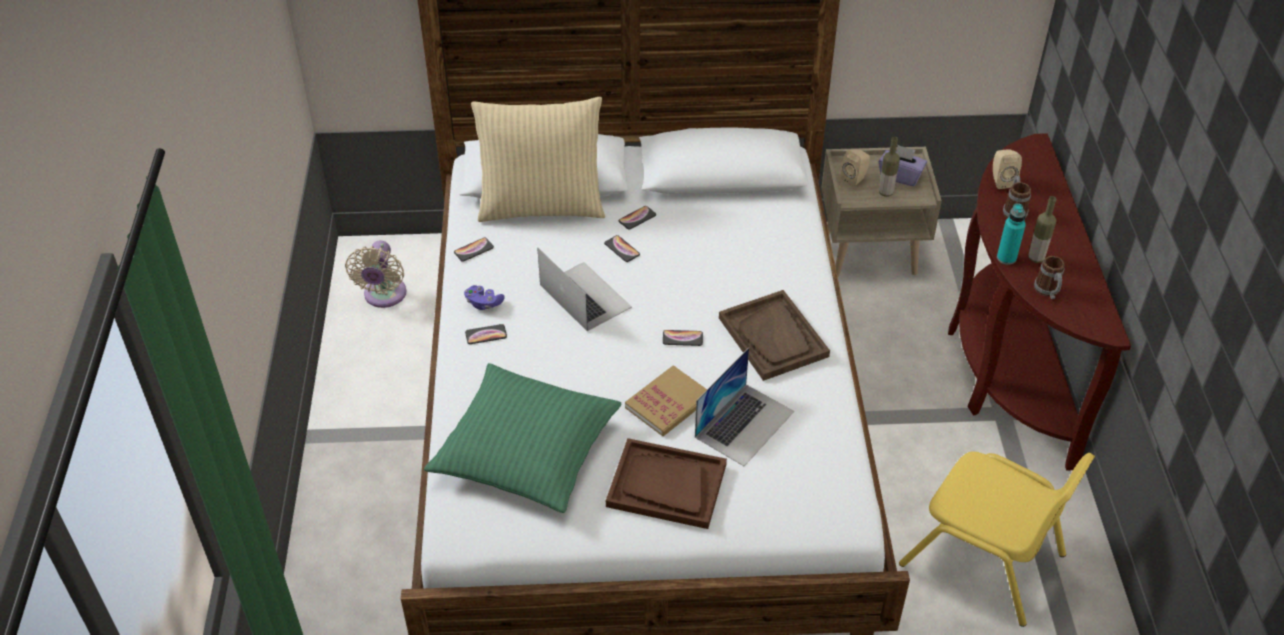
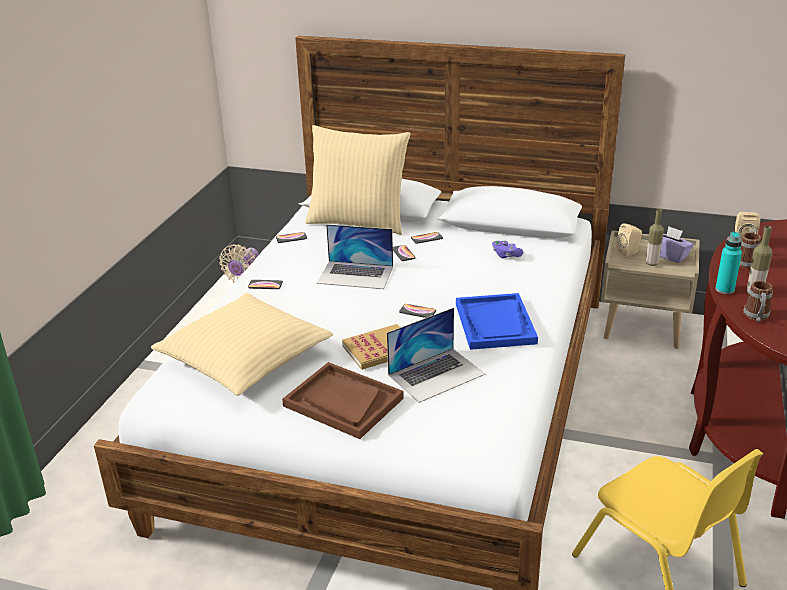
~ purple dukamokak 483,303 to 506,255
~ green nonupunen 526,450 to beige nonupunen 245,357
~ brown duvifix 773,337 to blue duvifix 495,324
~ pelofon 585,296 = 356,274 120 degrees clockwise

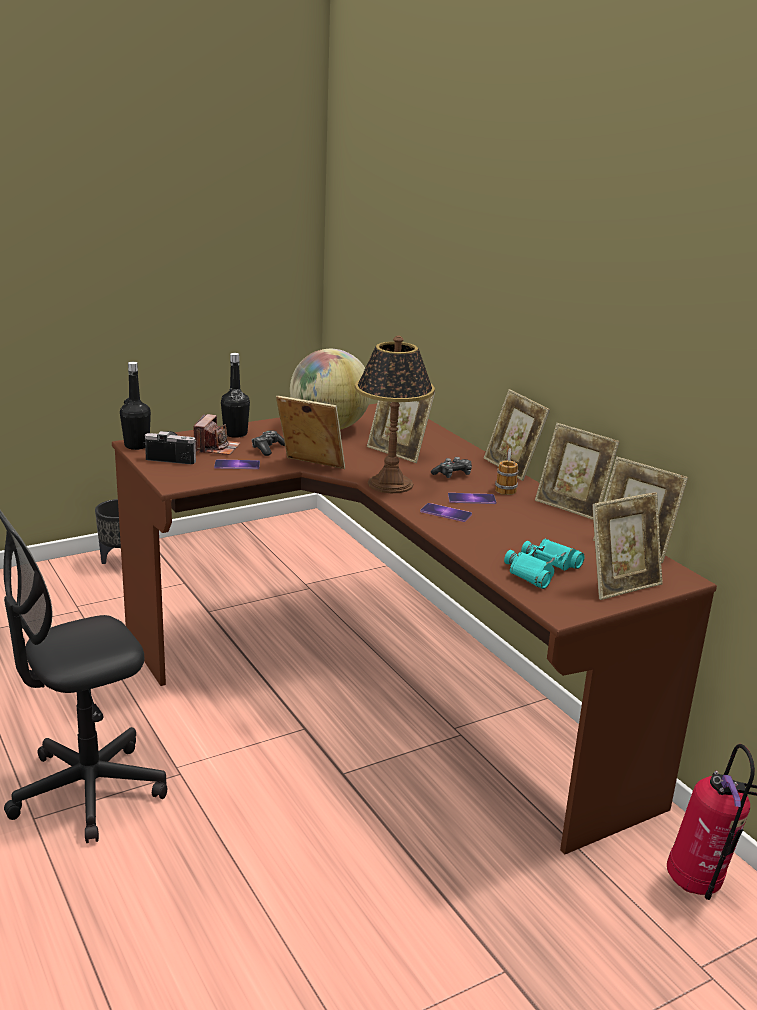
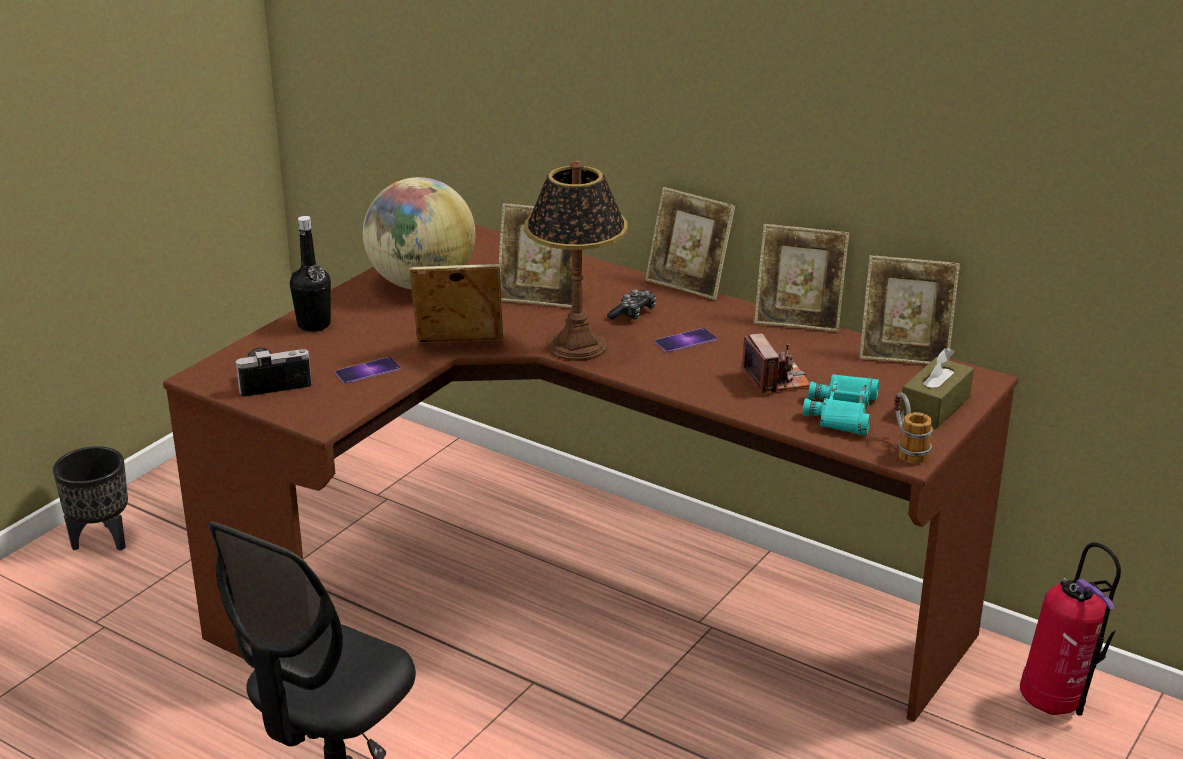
- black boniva 137,445
- dukamokak 268,448
- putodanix 446,513
~ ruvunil 216,448 to 776,380
~ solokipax 506,487 to 906,448
~ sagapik 622,585 to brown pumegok 935,406

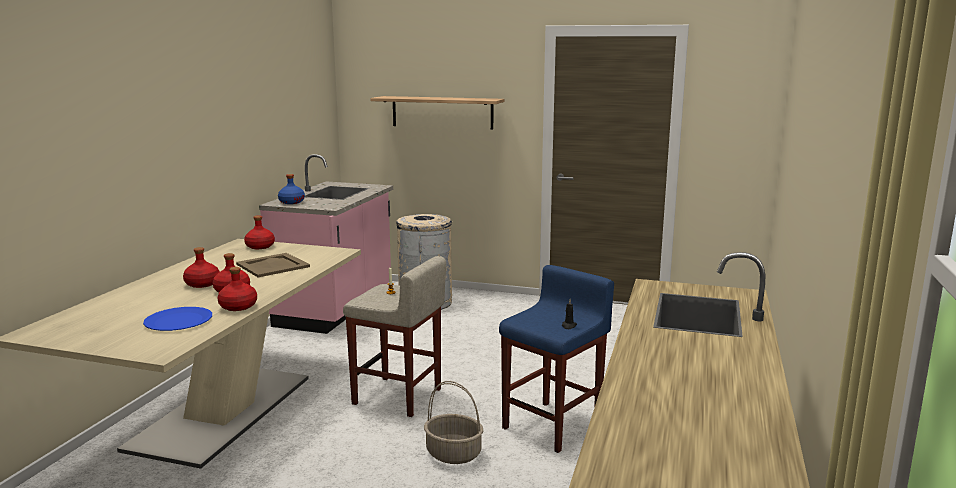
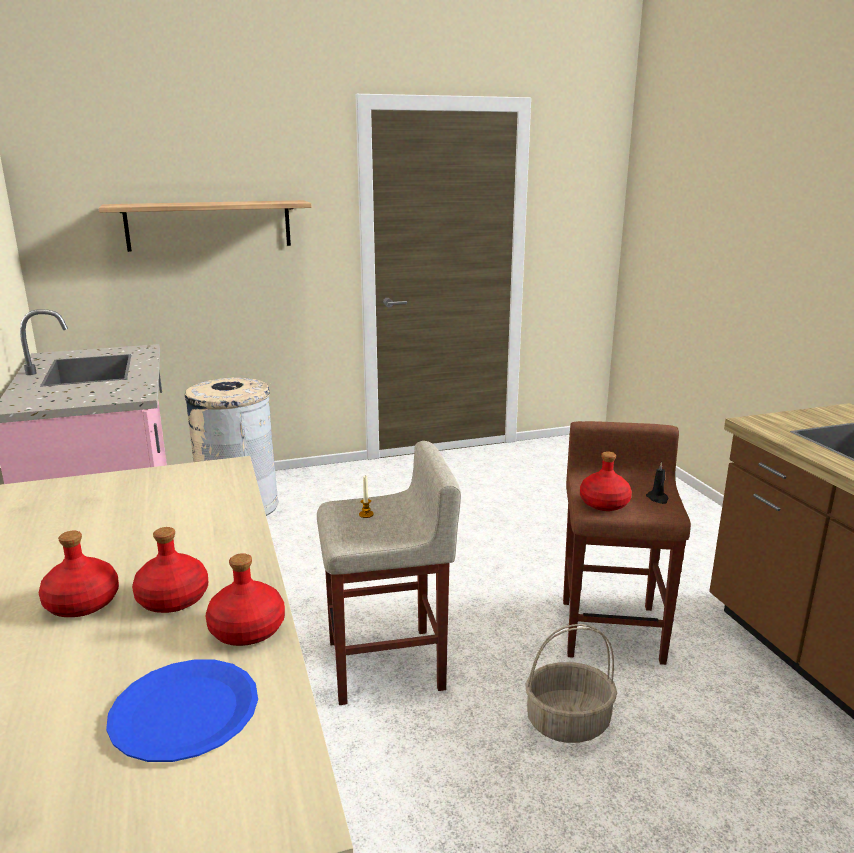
- beige duvifix 272,265
- blue boniva 291,202
~ red boniva 259,246 to 604,504
~ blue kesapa 552,425 to brown kesapa 611,629

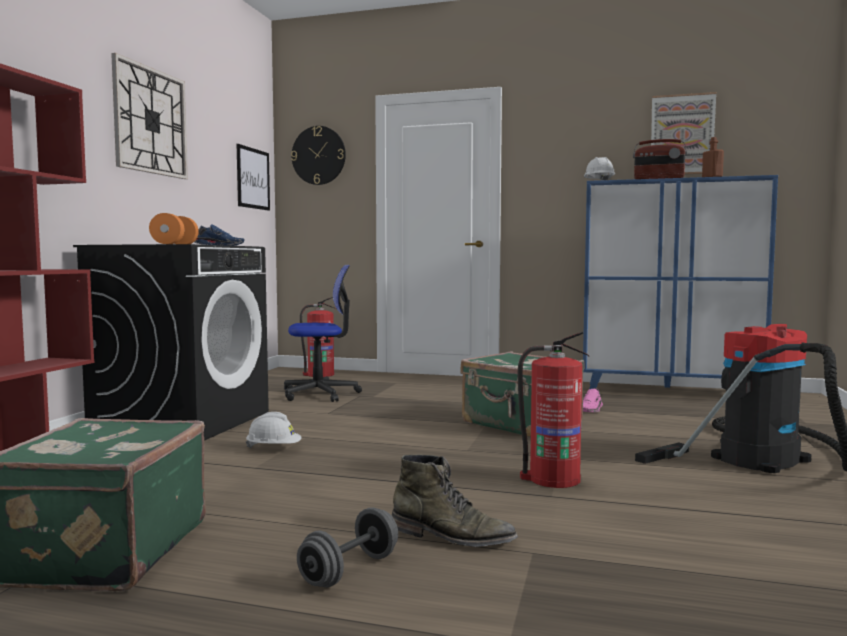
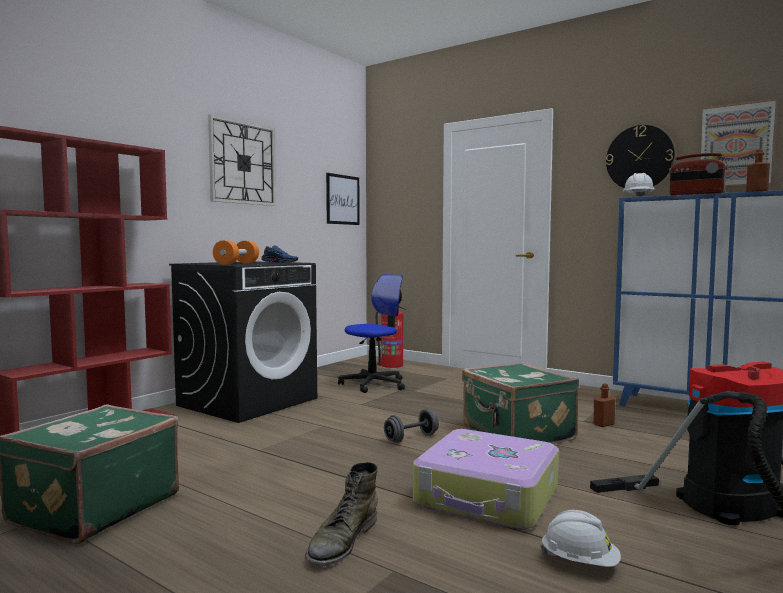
~ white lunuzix 274,449 to 580,563
~ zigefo 318,155 to 639,158
~ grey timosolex 349,570 to 411,438
~ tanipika 552,479 to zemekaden 488,496
~ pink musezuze 592,409 to brown boniva 603,424
~ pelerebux 320,394 = 373,384 45 degrees counterclockwise
~ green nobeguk 452,536 = 342,541 75 degrees clockwise

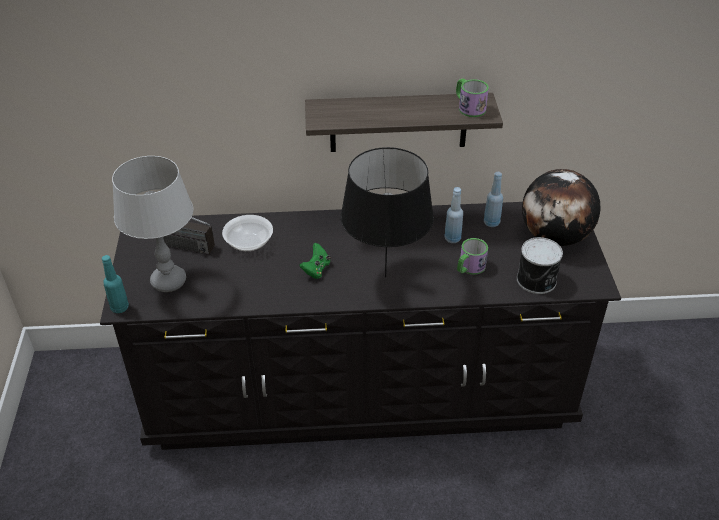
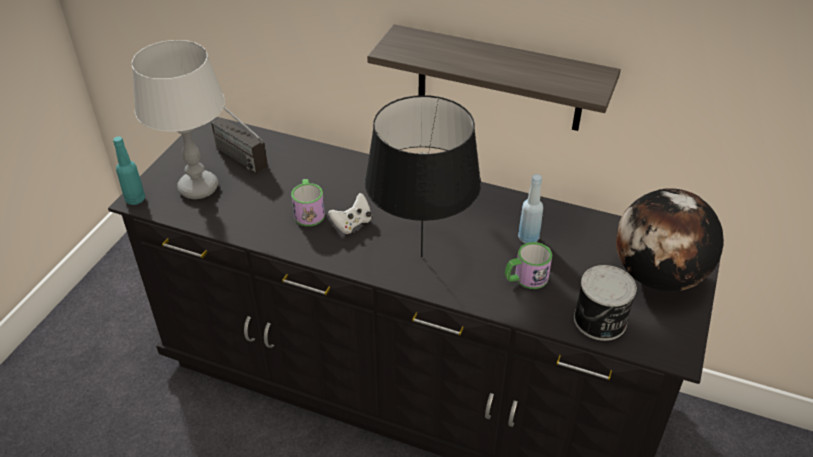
- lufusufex 248,242
- blue boniva 491,222
~ solokipax 469,107 to 309,212
~ green dukamokak 316,269 to white dukamokak 352,224

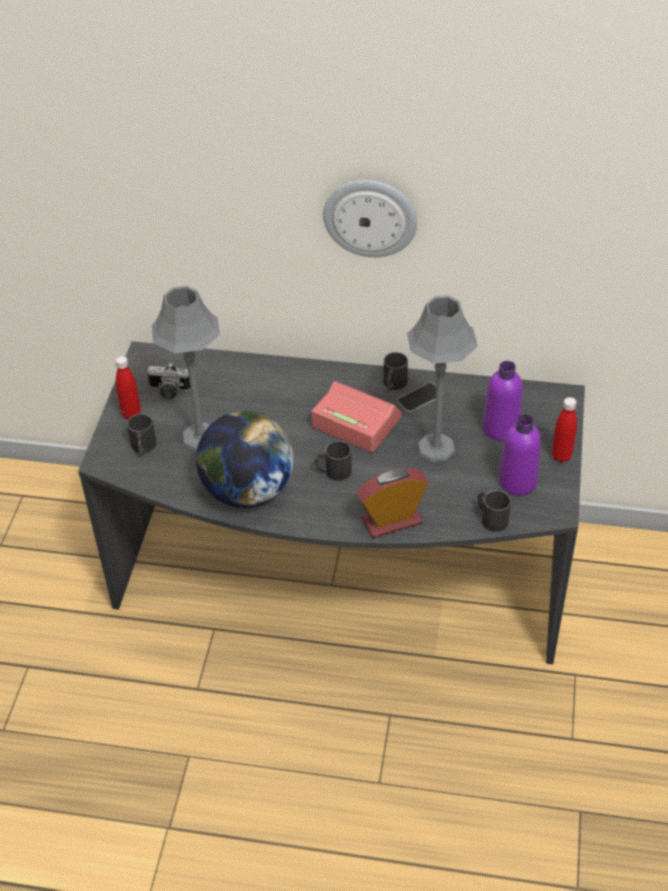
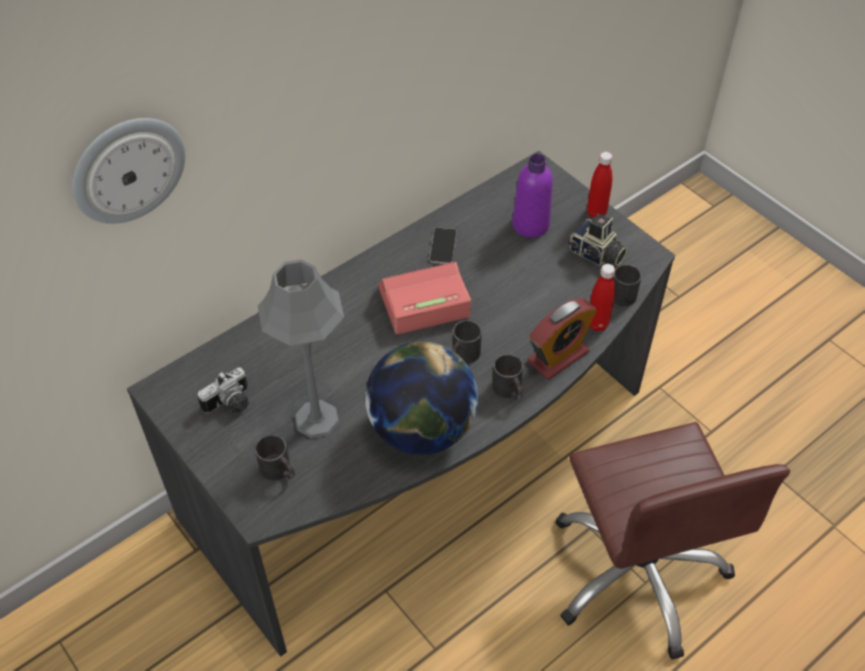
- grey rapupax 436,447
+ brown pelerebux 638,572
~ red boniva 131,414 to 597,324
~ zigefo 370,217 to 128,169
~ black solokipax 393,385 to 509,391
~ purple boniva 517,482 to ruvunil 596,255
~ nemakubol 392,521 = 558,356 150 degrees counterclockwise

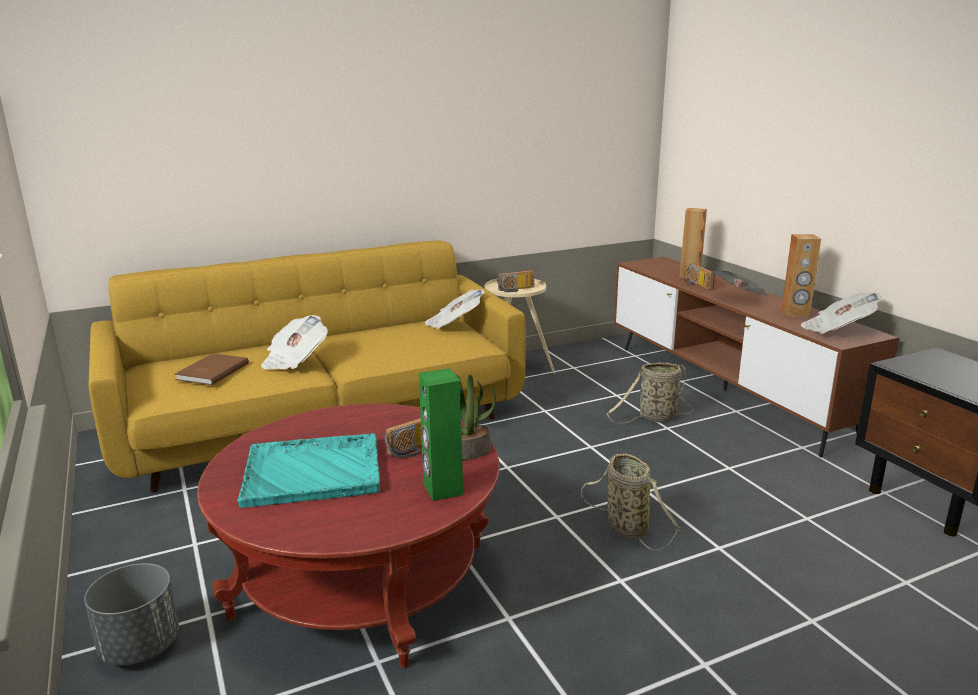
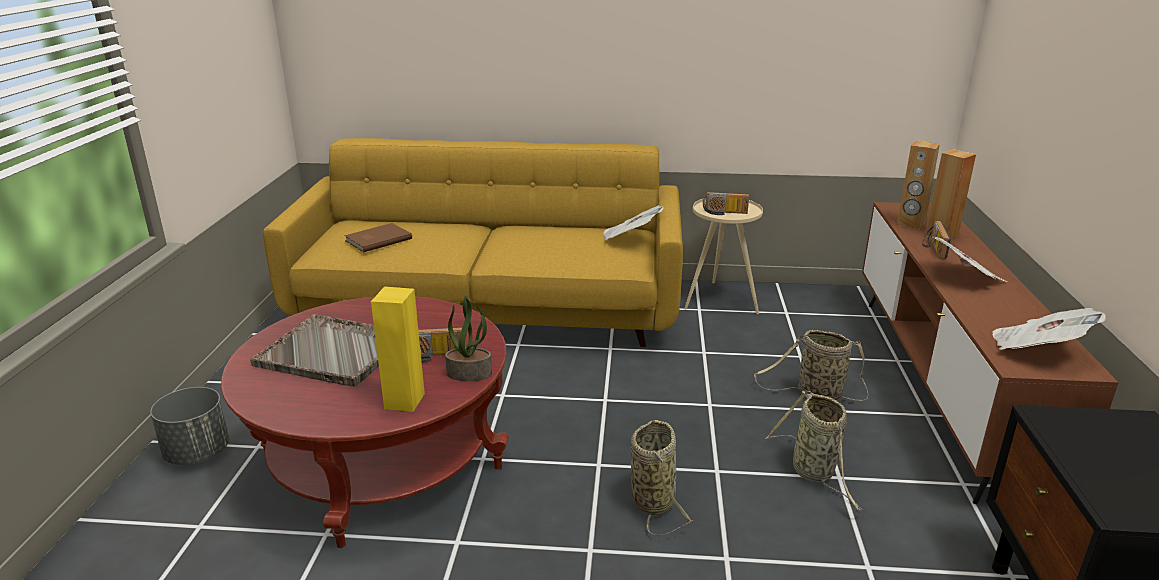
- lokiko 294,360
+ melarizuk 815,473
~ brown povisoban 795,313 to 910,224
~ turquoise duvifix 314,472 to grey duvifix 334,352
~ green povisoban 442,489 to yellow povisoban 404,401

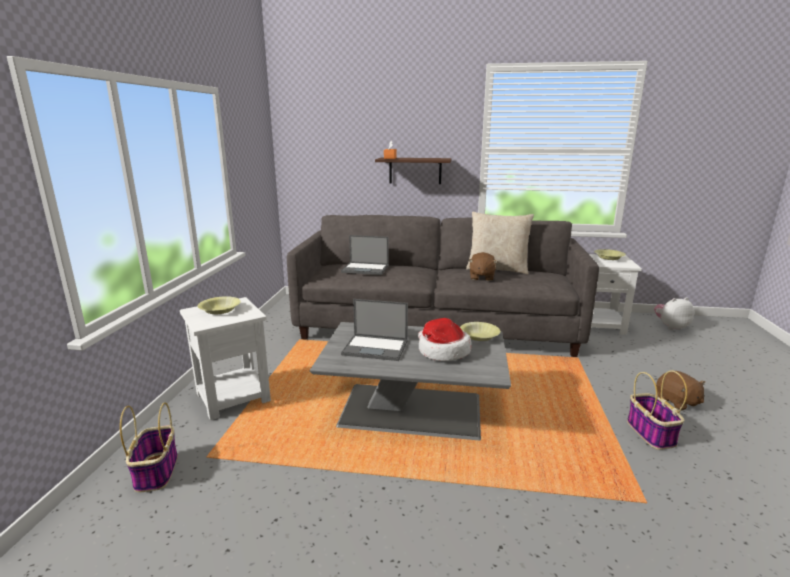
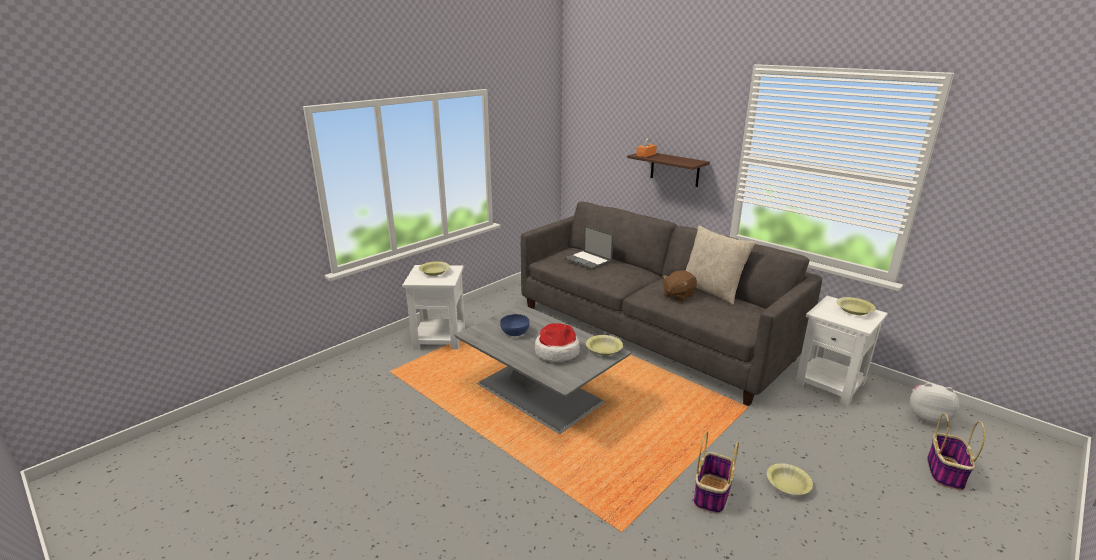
~ melarizuk 156,471 to 944,471
~ pelofon 376,347 to blue lufusufex 515,332
~ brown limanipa 677,402 to yellow lufusufex 788,484

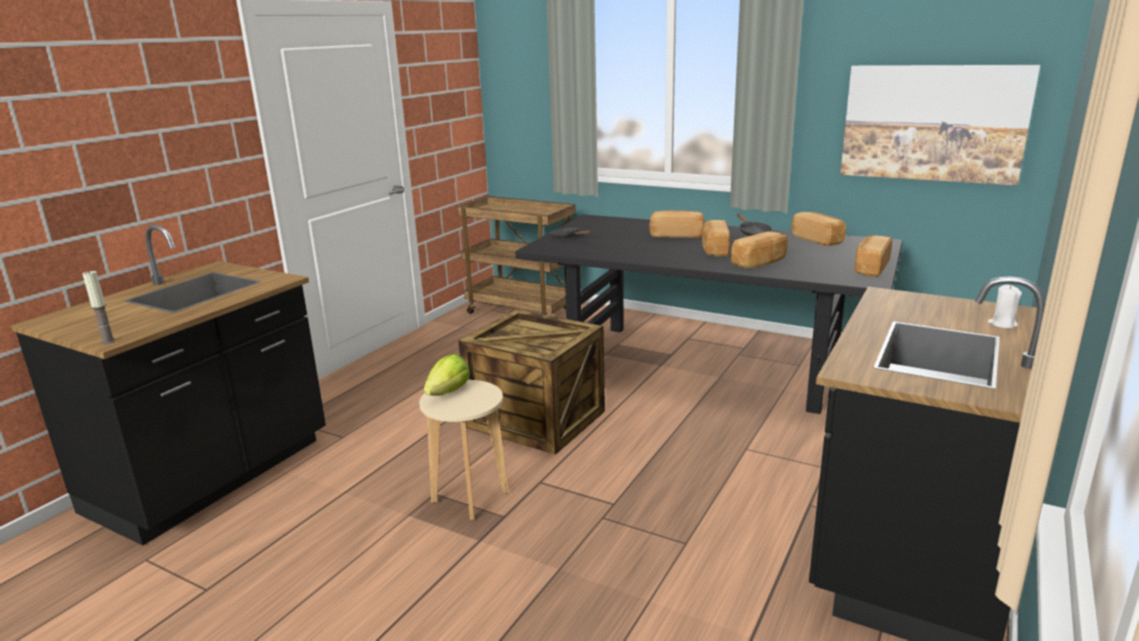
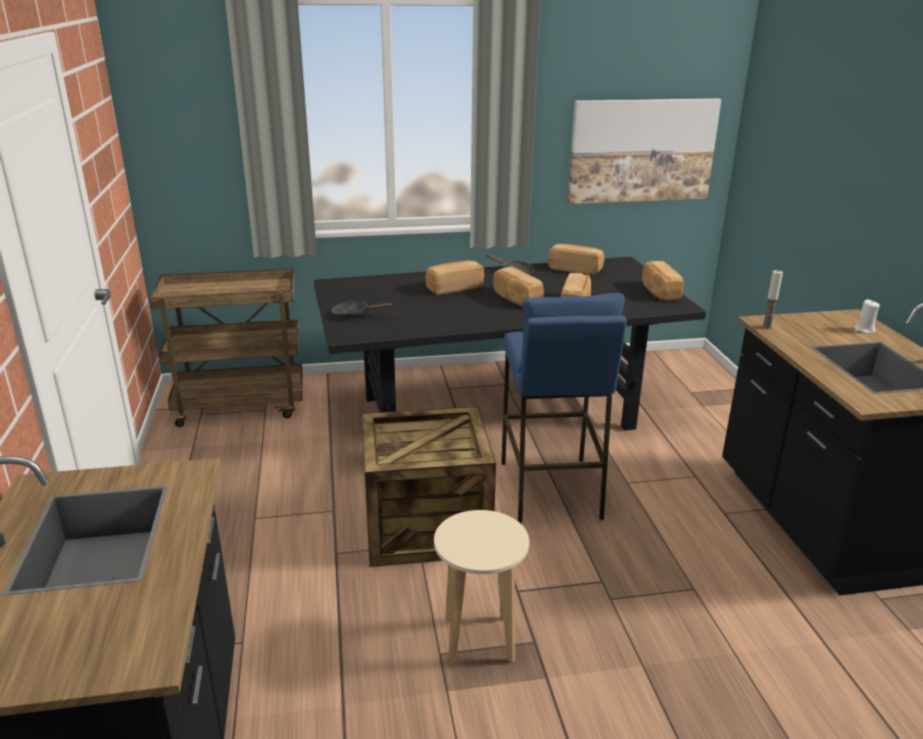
- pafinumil 448,392
+ blue kesapa 550,490
~ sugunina 108,342 to 766,327

